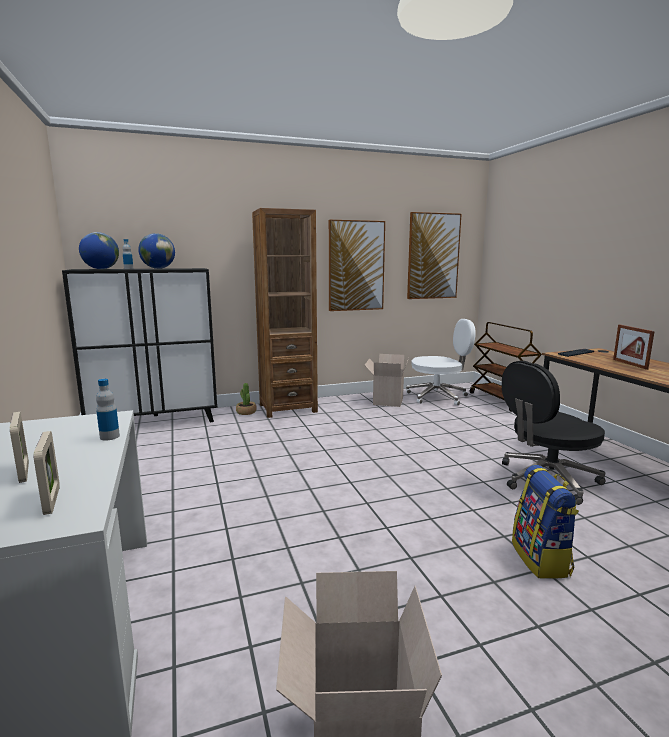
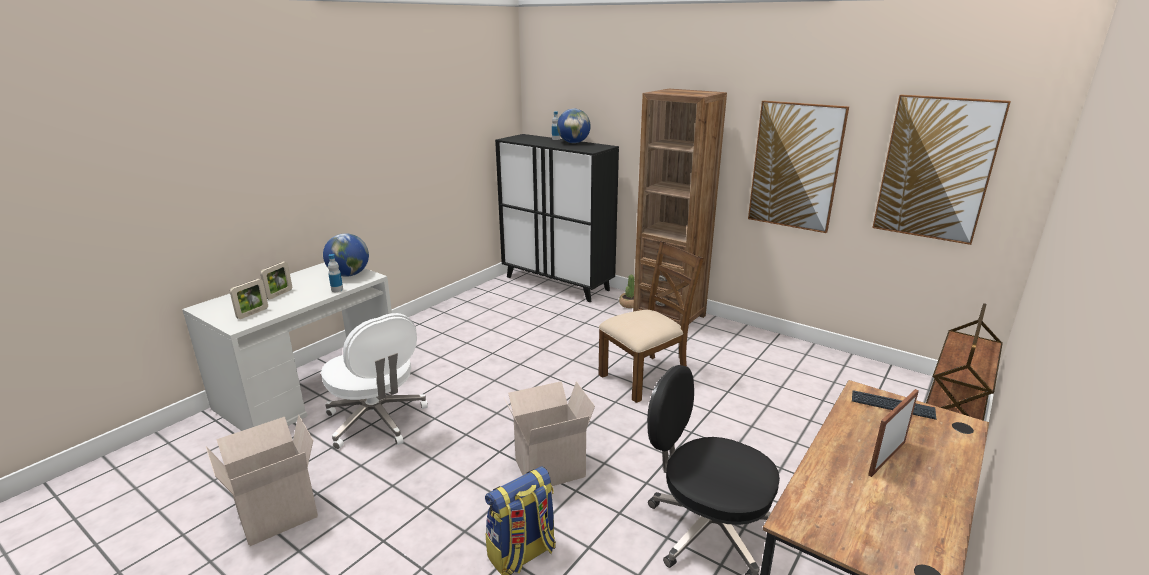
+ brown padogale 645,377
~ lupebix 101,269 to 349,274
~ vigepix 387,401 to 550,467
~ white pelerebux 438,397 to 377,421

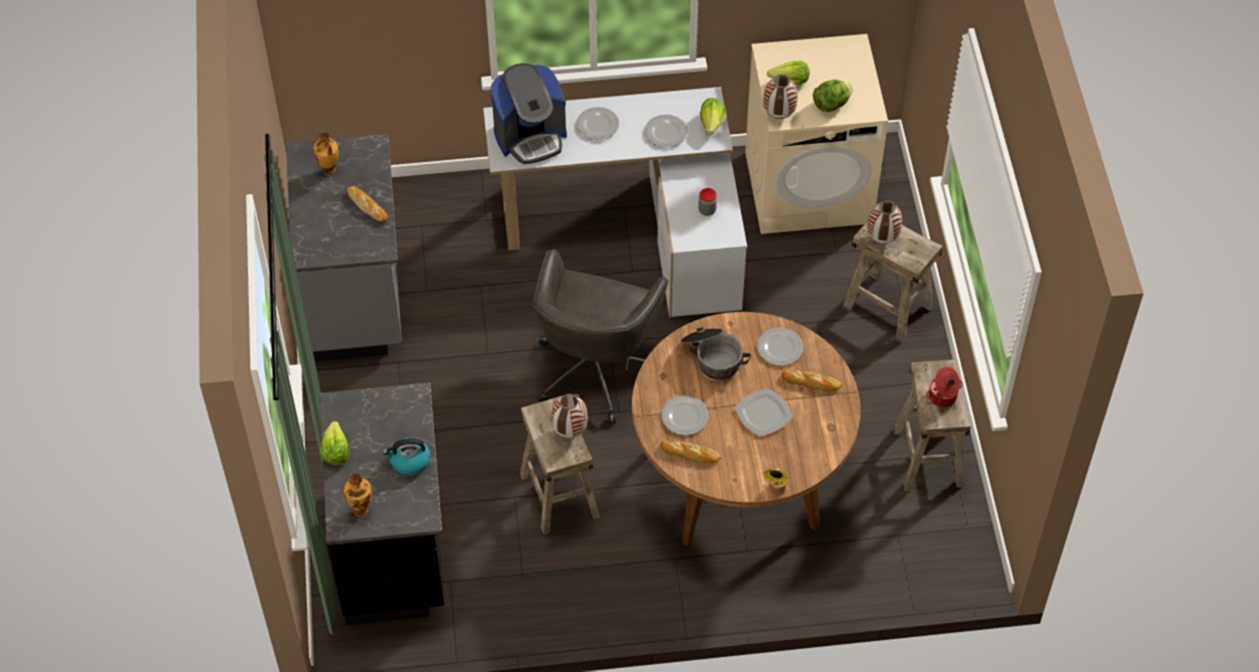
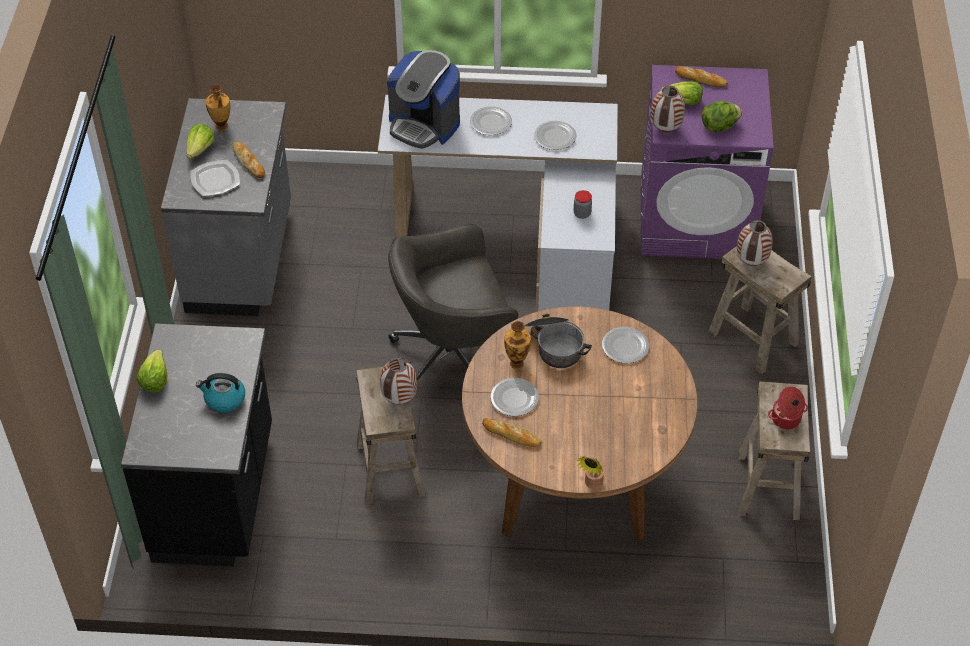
~ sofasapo 361,509 to 517,362
~ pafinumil 712,123 to 200,149
~ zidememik 764,413 to 216,180
~ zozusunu 811,382 to 700,79
~ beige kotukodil 809,187 to purple kotukodil 696,219
~ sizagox 530,136 = 424,124 45 degrees clockwise
~ grey pelerebux 596,368 = 454,355 45 degrees clockwise

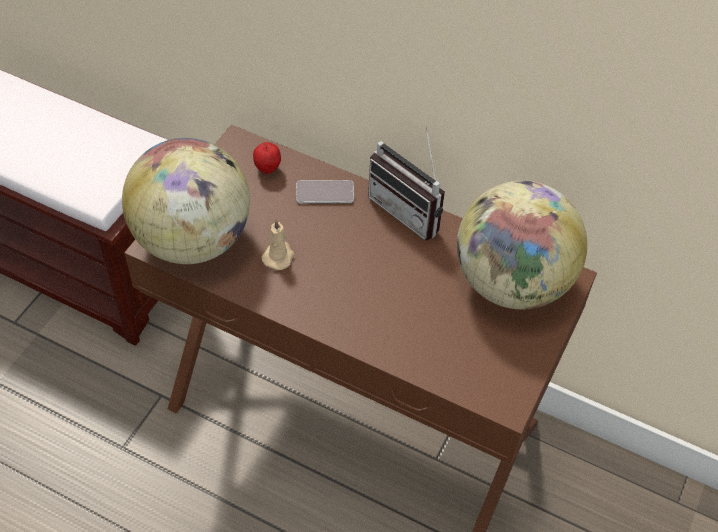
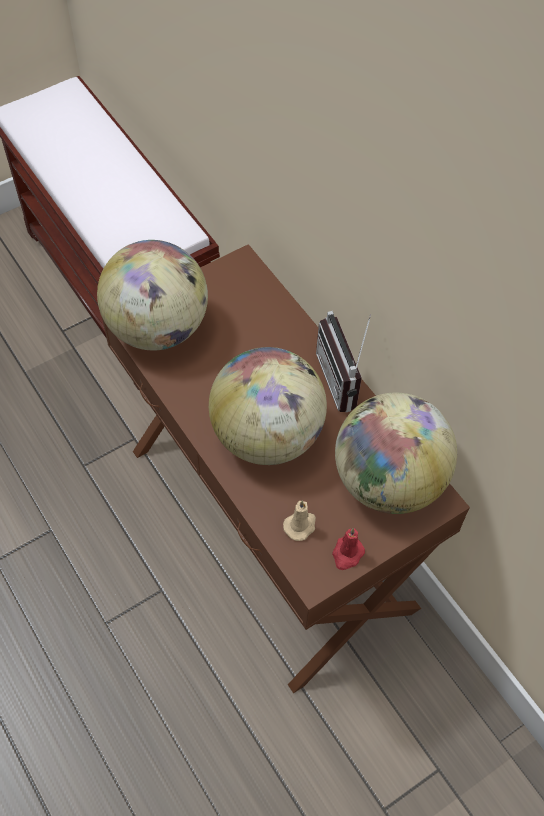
- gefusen 267,170
- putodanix 324,193
+ lupebix 267,435
+ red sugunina 347,554
~ beige sugunina 279,256 to 300,525

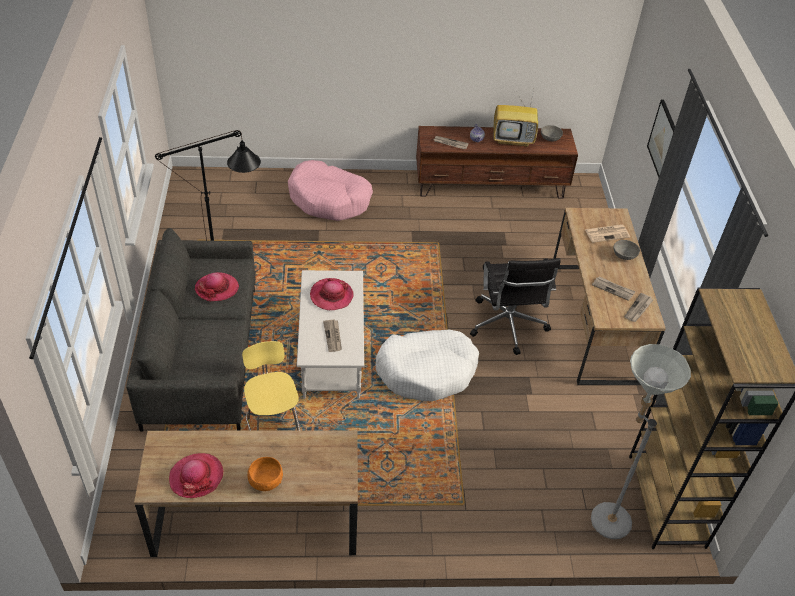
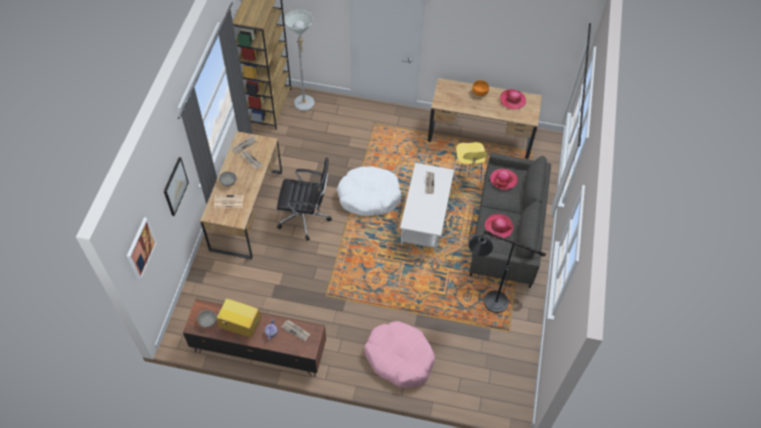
+ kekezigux 140,248
~ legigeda 331,296 to 503,180
~ black pelerebux 508,326 = 305,217 90 degrees clockwise

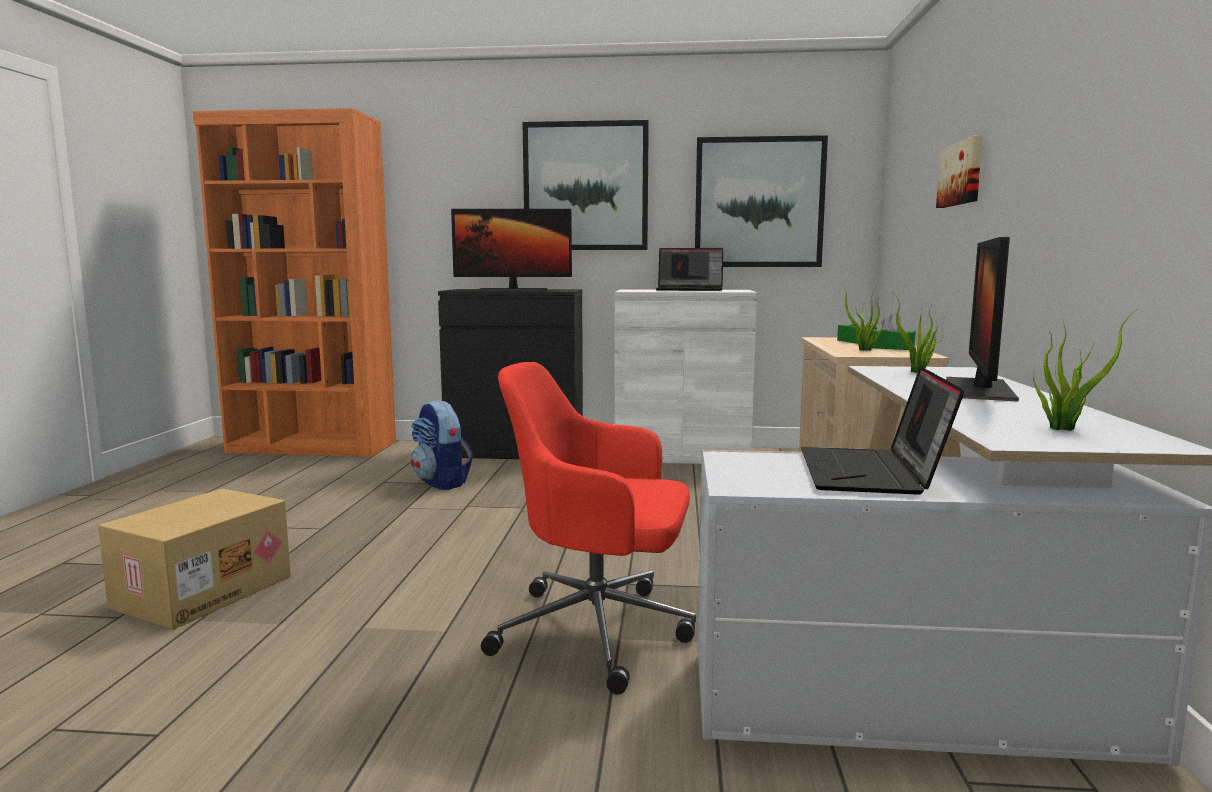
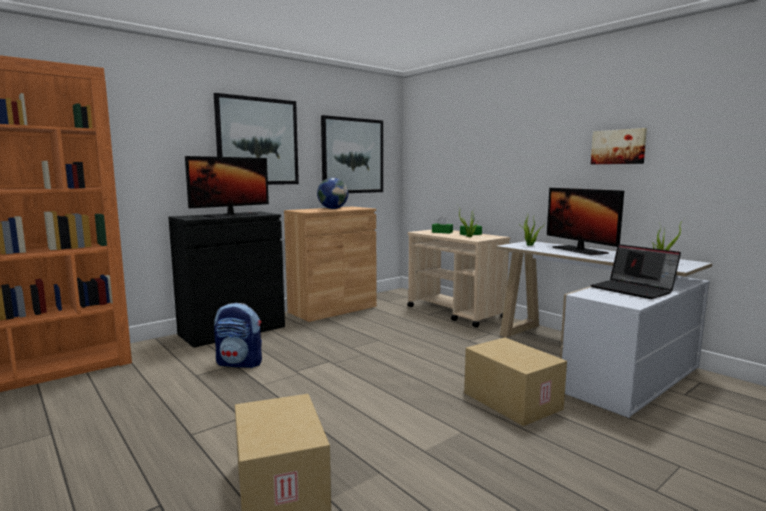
~ kekezigux 962,174 to 618,147
~ red pelerebux 598,631 to vigepix 510,401
~ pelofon 690,290 to lupebix 333,208
~ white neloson 682,455 to brown neloson 332,309

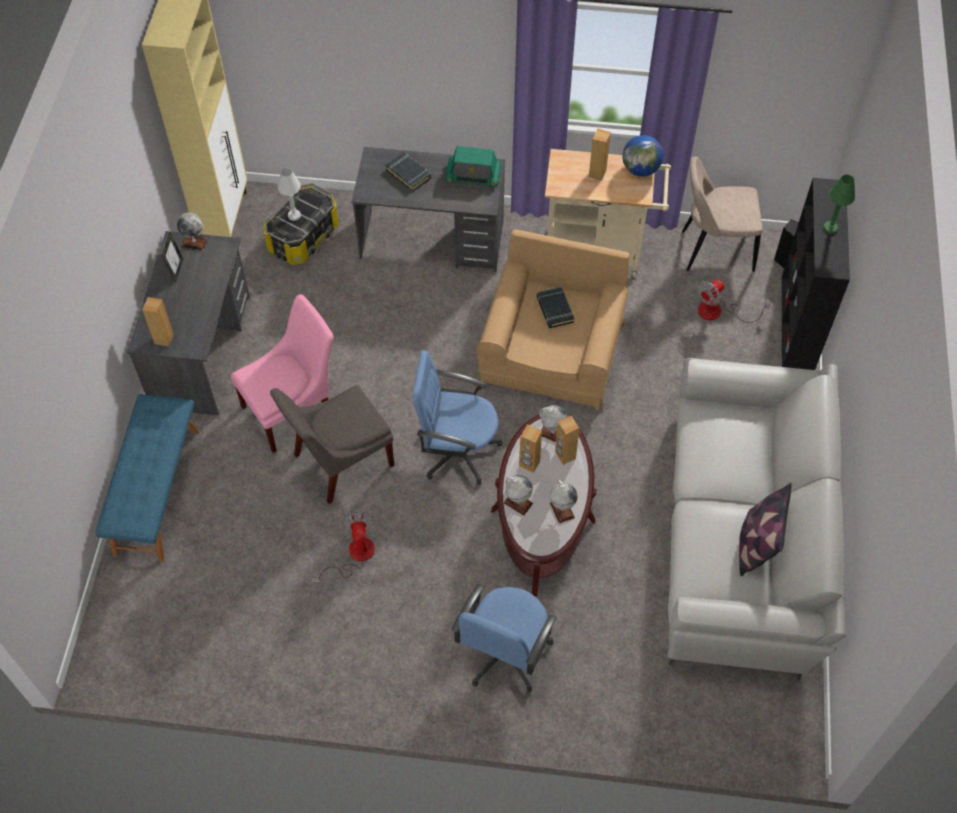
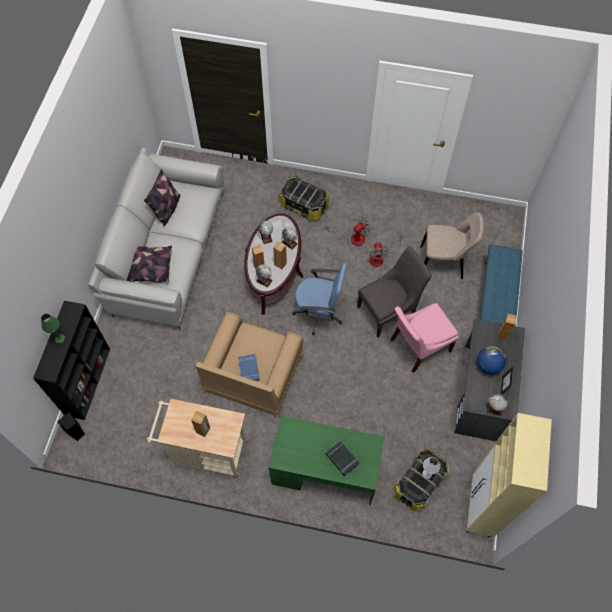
- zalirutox 473,175
+ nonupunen 150,268
~ lupebix 641,169 to 488,365
~ beige padogale 713,250 to 444,263
~ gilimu 718,312 to 352,238
~ blue pelerebux 504,653 to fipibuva 304,205
~ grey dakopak 432,241 to green dakopak 325,471
~ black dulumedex 554,310 to blue dulumedex 249,369

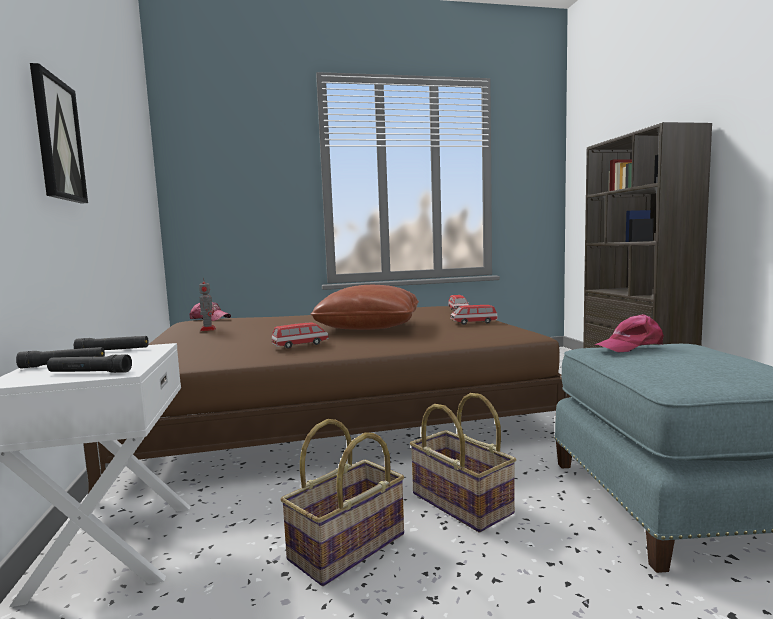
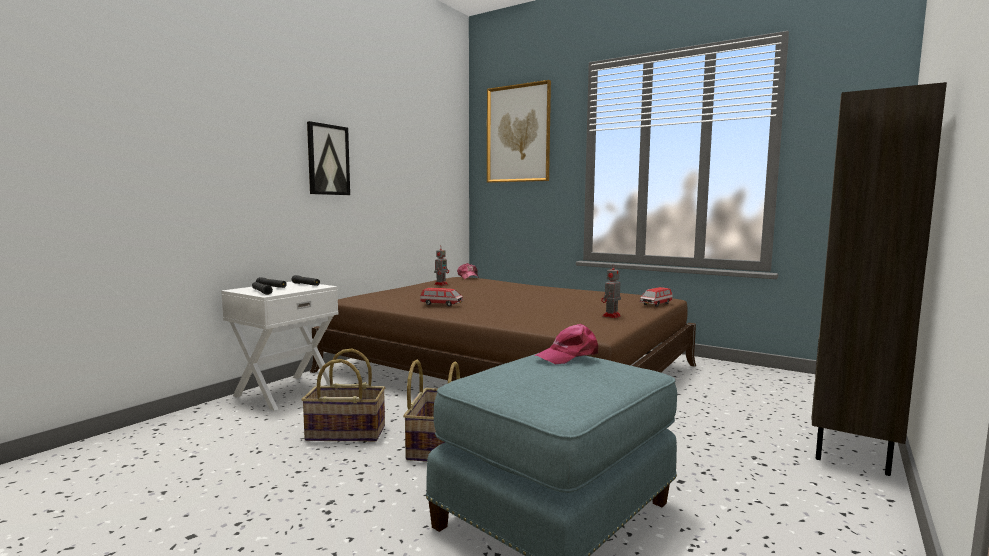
- brown nonupunen 369,327
+ kekezigux 518,134
~ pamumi 473,323 to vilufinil 611,316
~ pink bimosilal 630,346 = 569,356 60 degrees counterclockwise

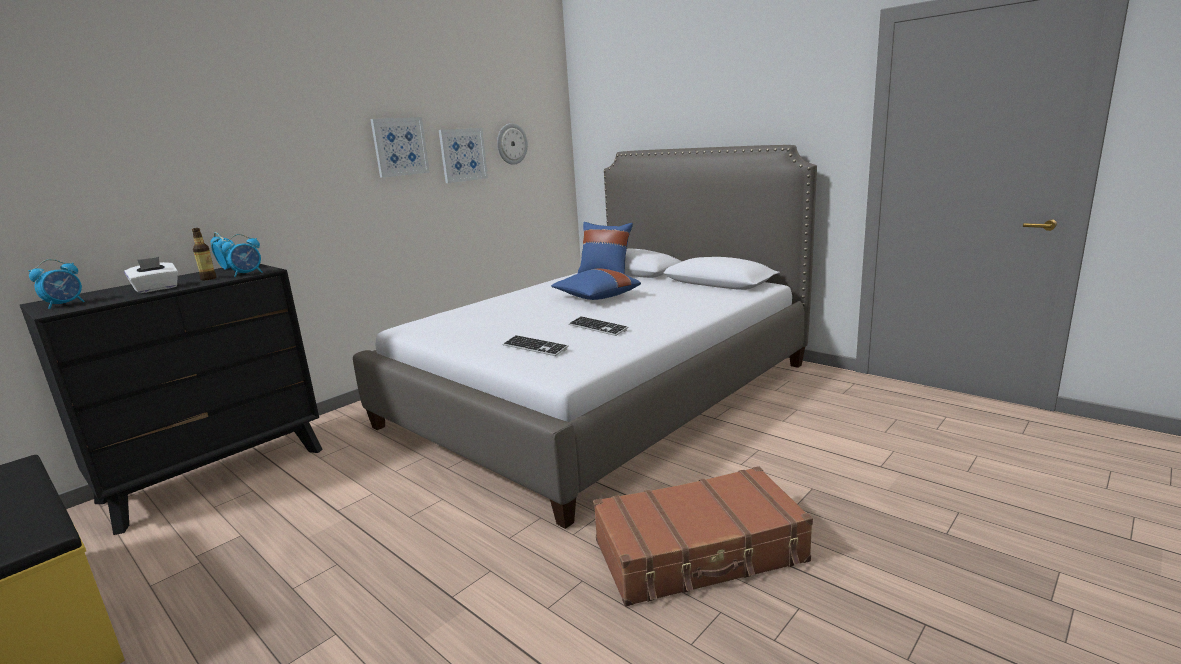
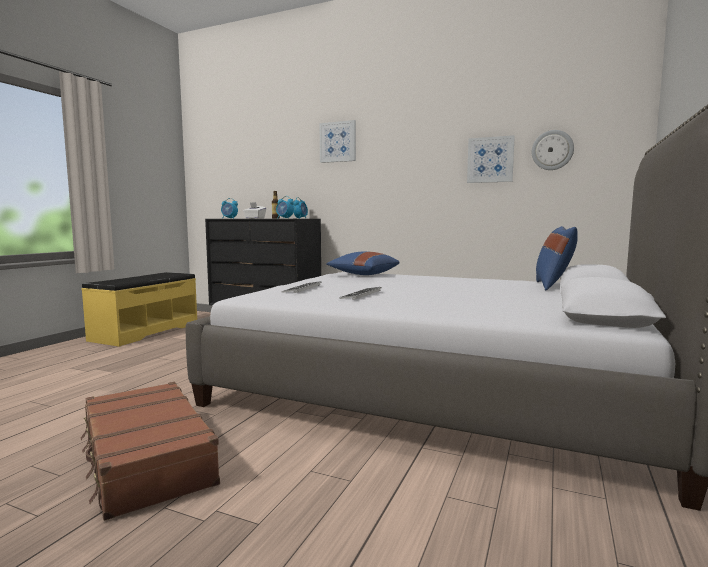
~ kekezigux 400,147 to 338,142
~ blue nonupunen 596,297 to 363,274

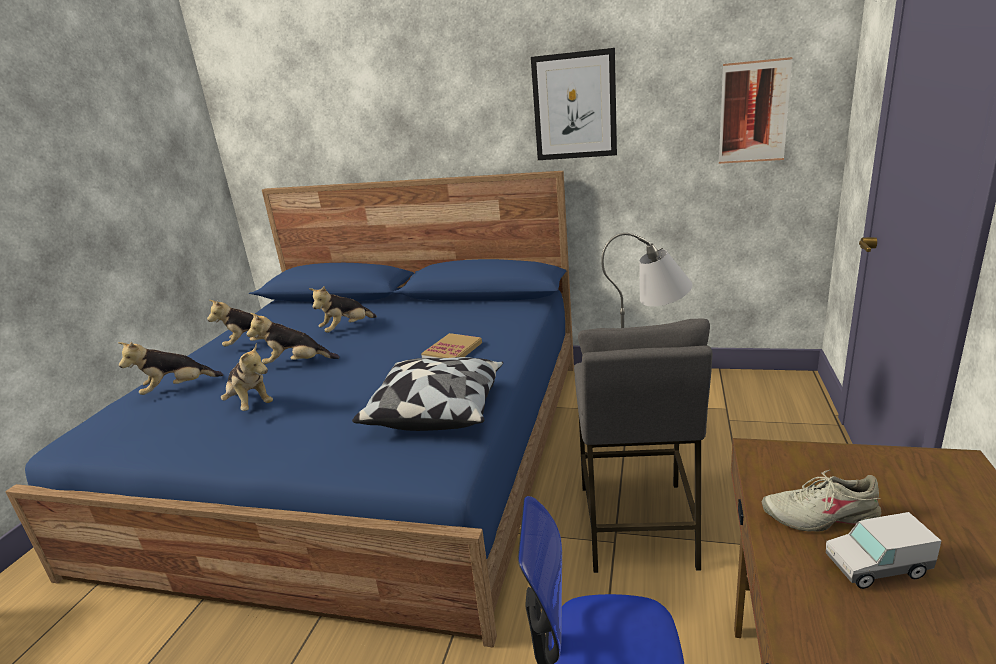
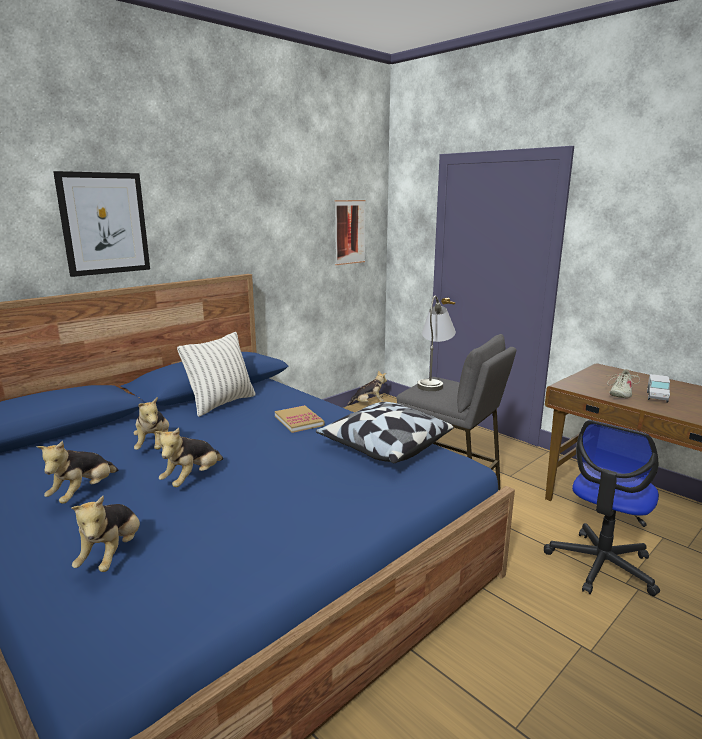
+ nonupunen 221,403
~ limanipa 250,404 to 368,403
~ kekezigux 574,106 to 104,223

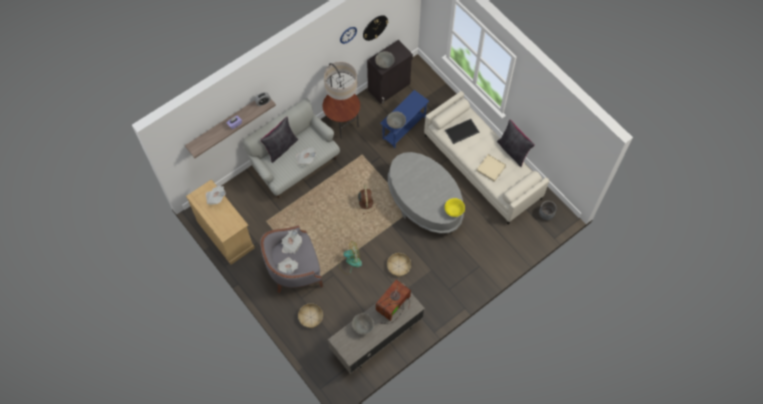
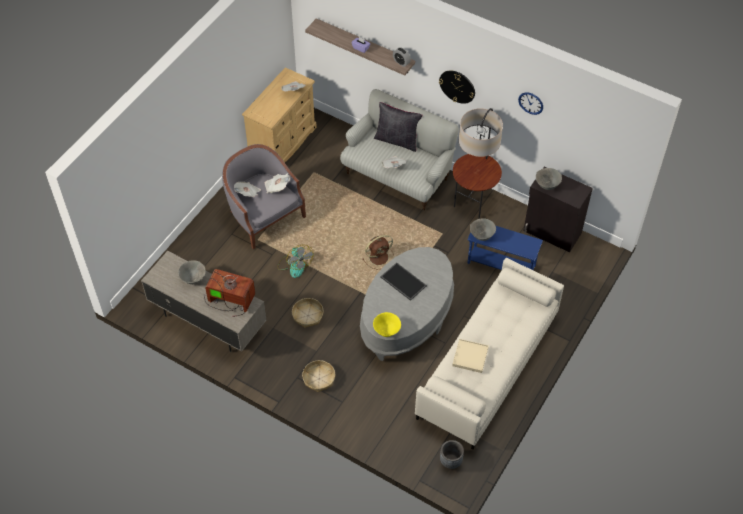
- black nonupunen 513,151
~ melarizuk 310,317 to 319,378
~ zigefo 375,27 to 457,86
~ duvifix 462,132 to 402,281

